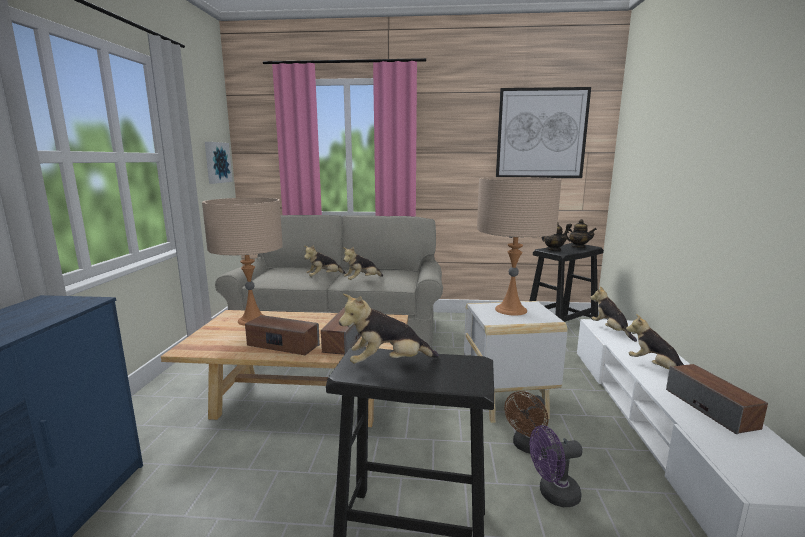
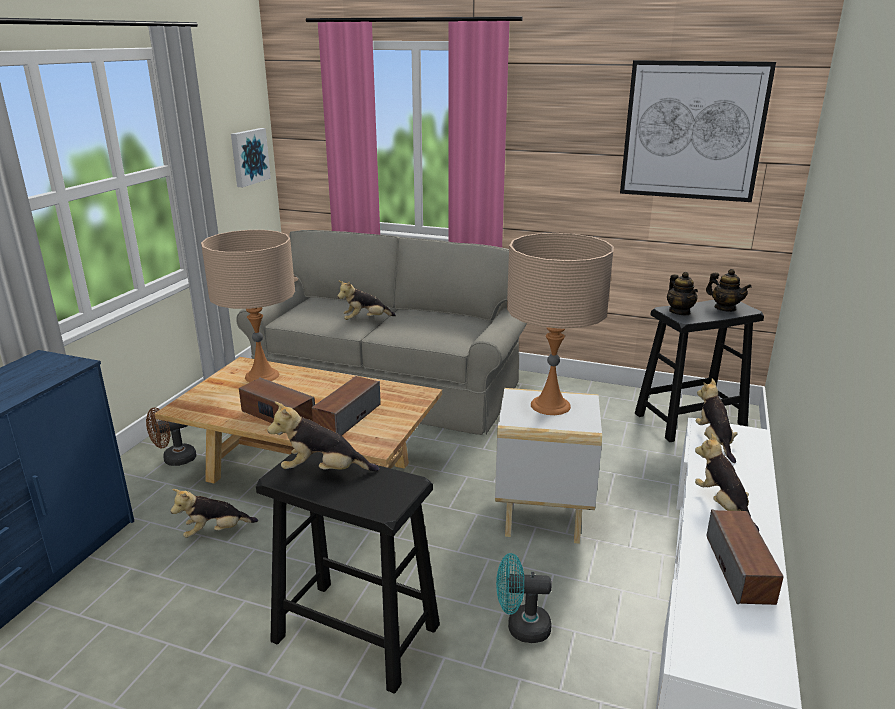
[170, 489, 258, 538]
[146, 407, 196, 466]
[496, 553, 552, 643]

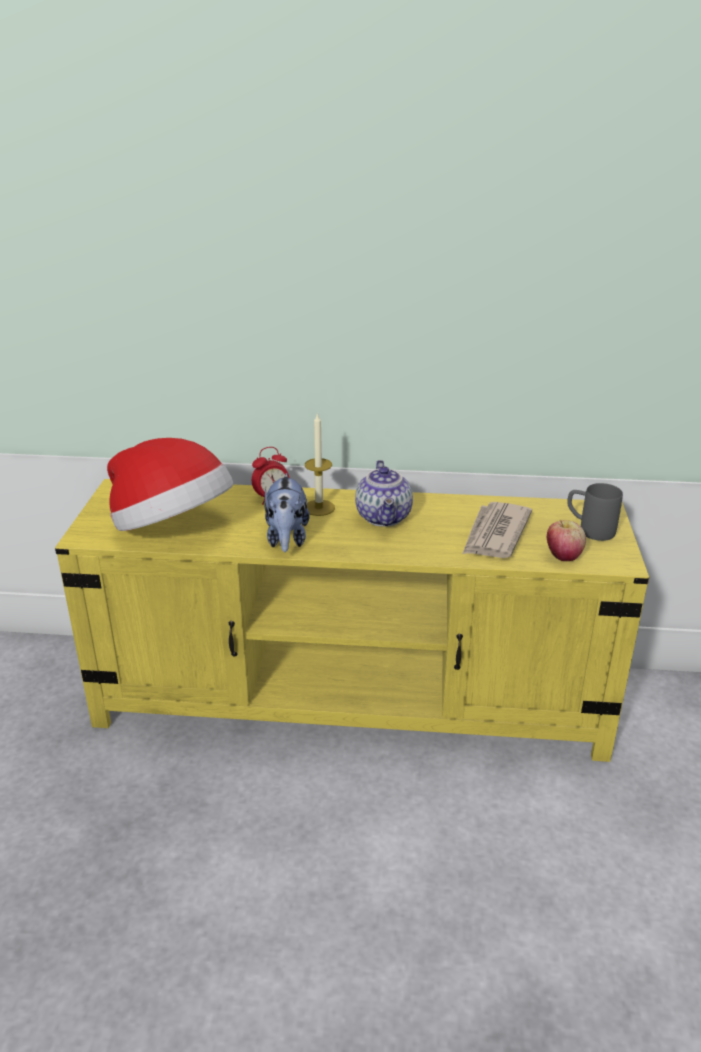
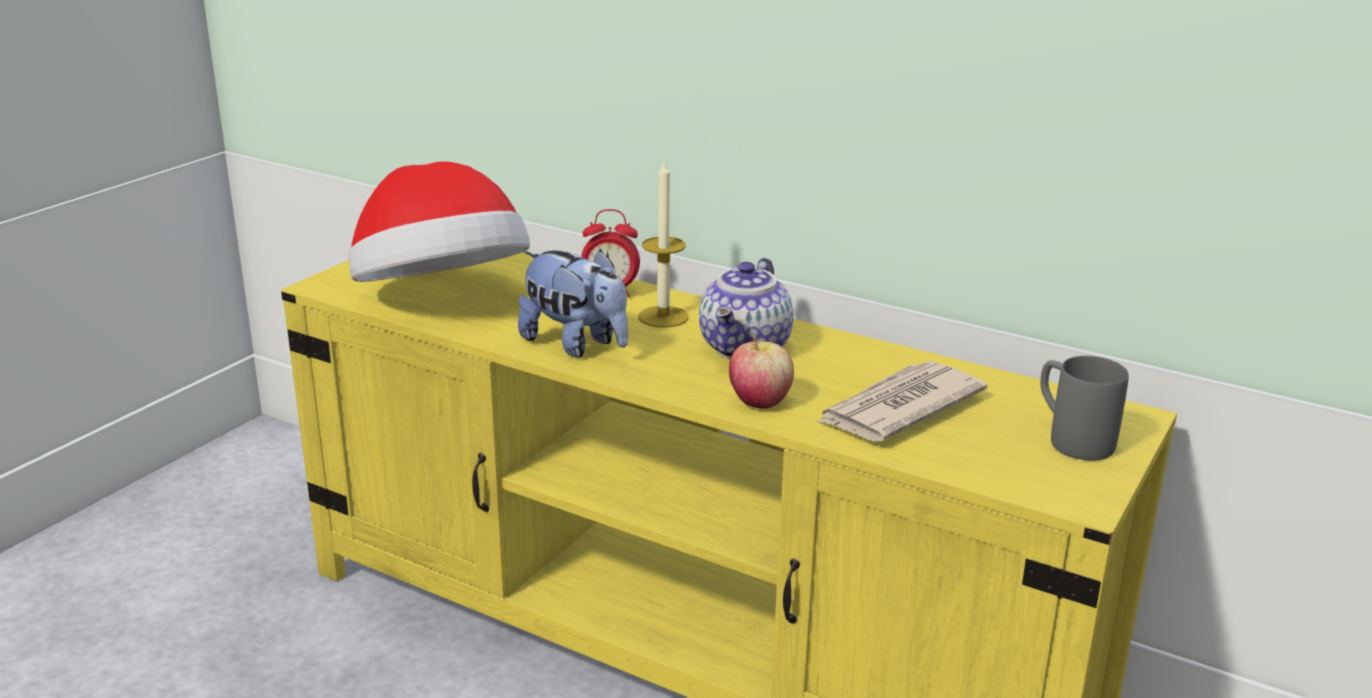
[518, 249, 628, 357]
[729, 337, 794, 409]

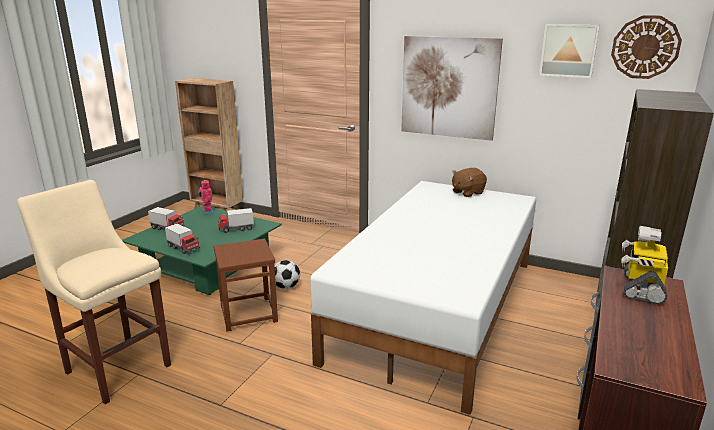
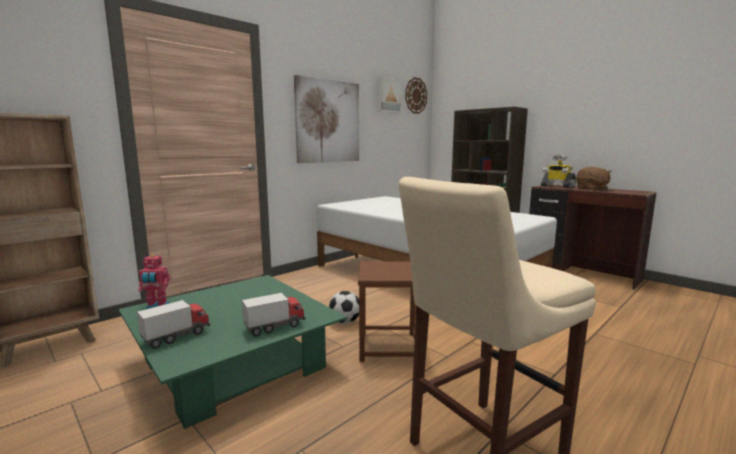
[218, 208, 254, 233] (first image)
[576, 167, 612, 190]

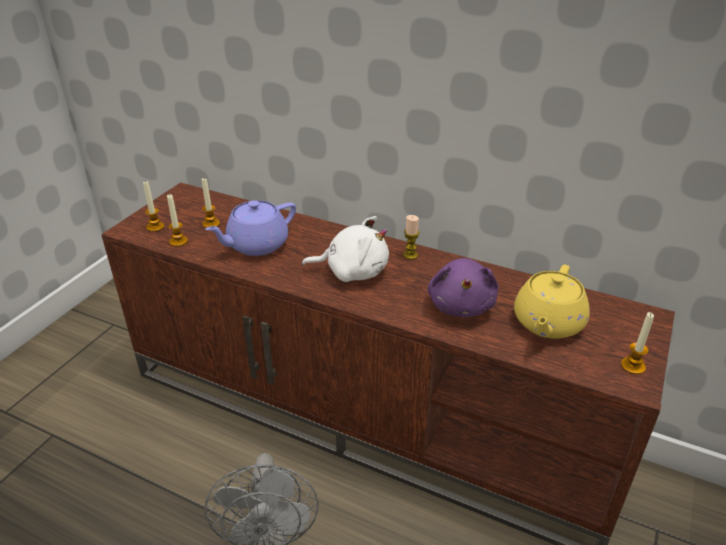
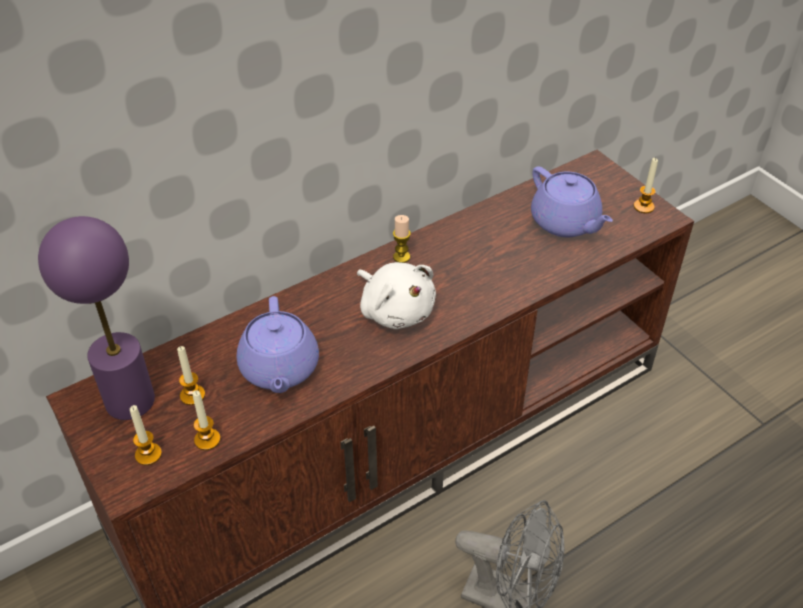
[357, 262, 436, 329]
[428, 258, 499, 317] (first image)
[531, 166, 613, 237]
[38, 216, 155, 420]

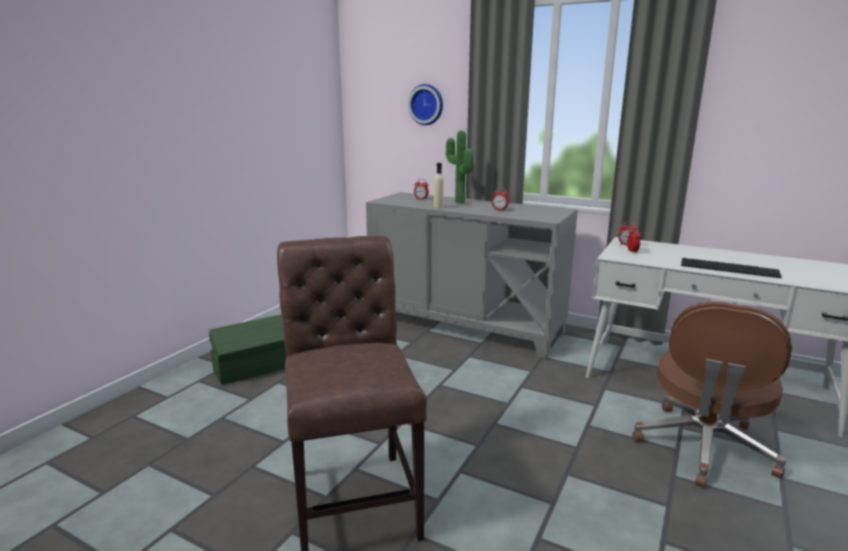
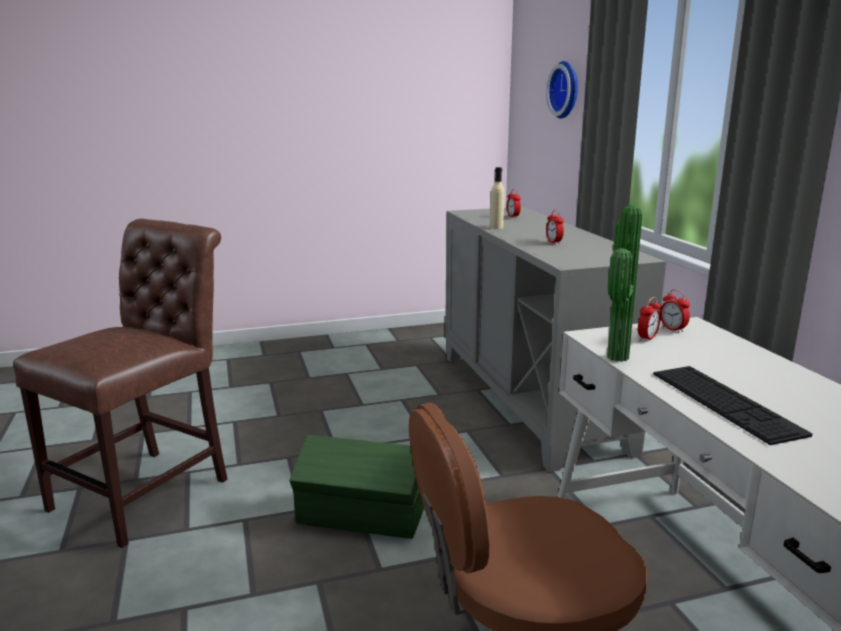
[289, 435, 424, 539]
[607, 205, 642, 362]

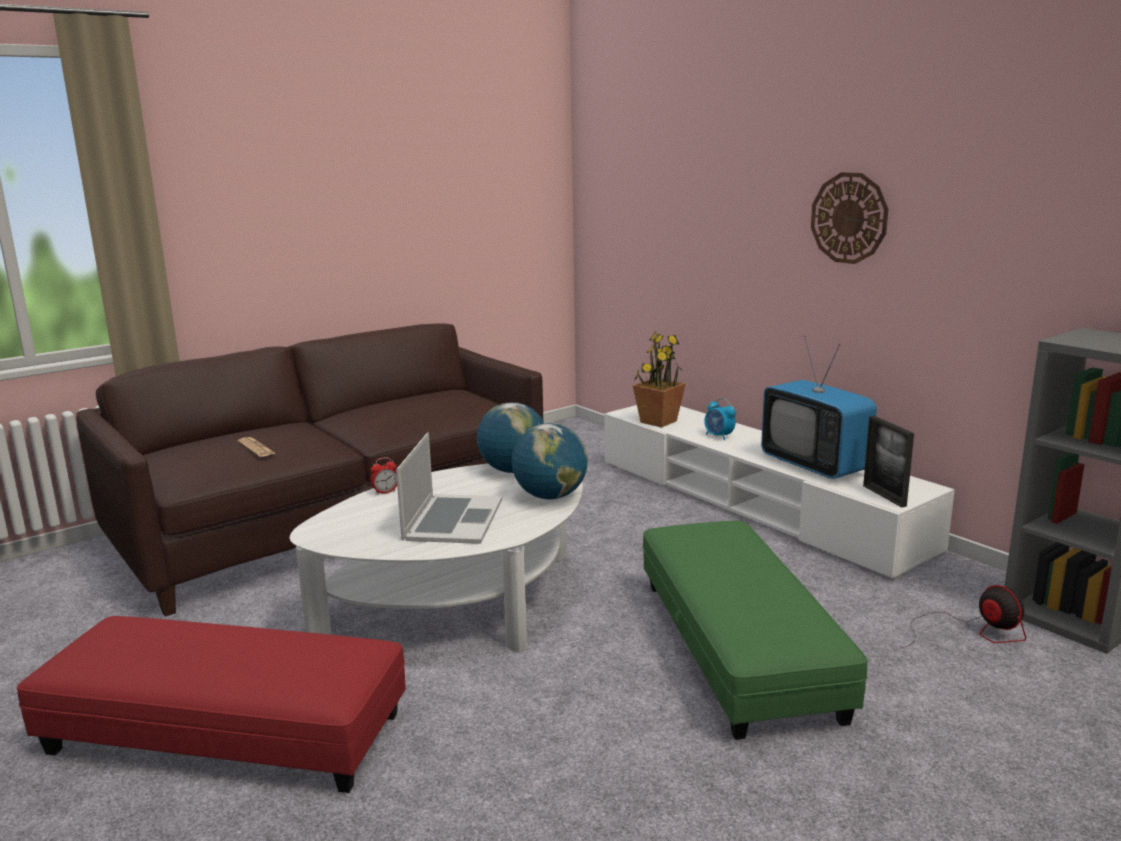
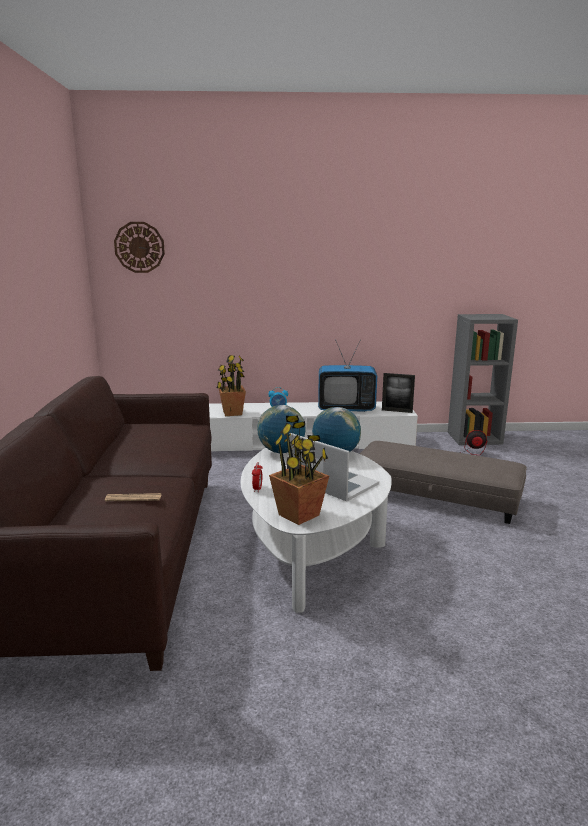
[17, 616, 406, 793] (first image)
[360, 441, 527, 524]
[114, 222, 165, 273]
[269, 416, 329, 525]

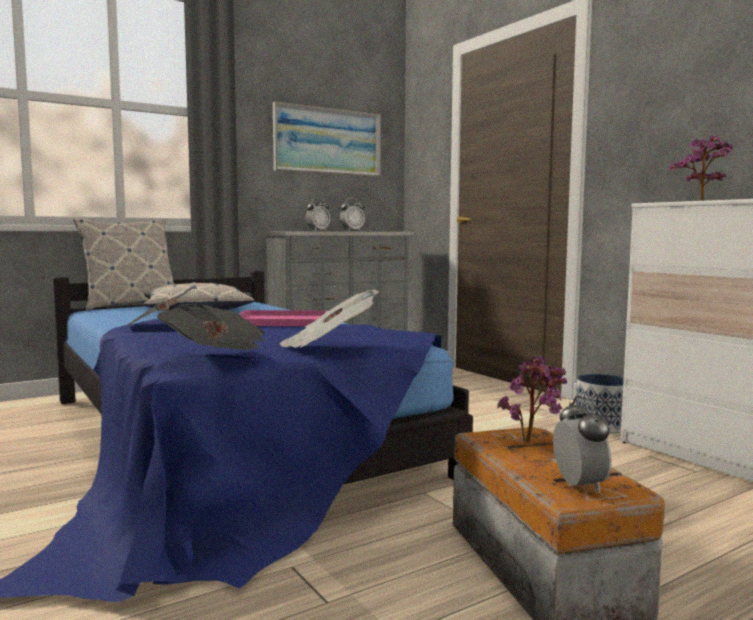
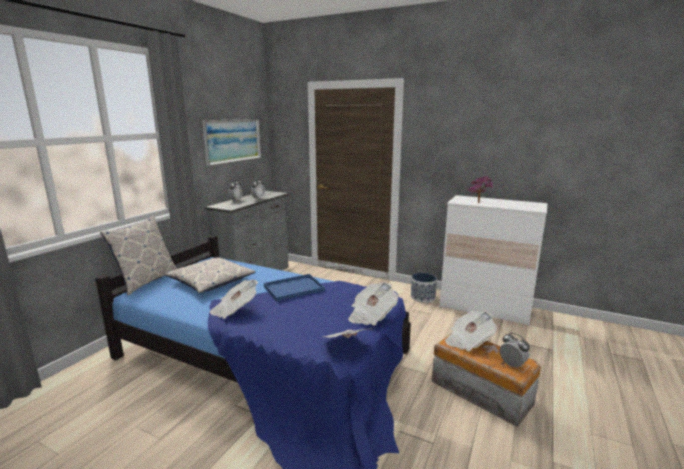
[264, 274, 325, 302]
[445, 311, 497, 352]

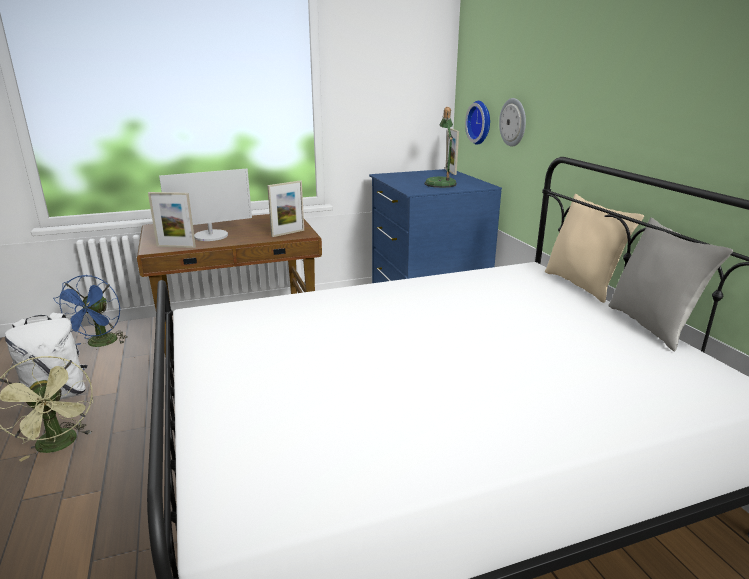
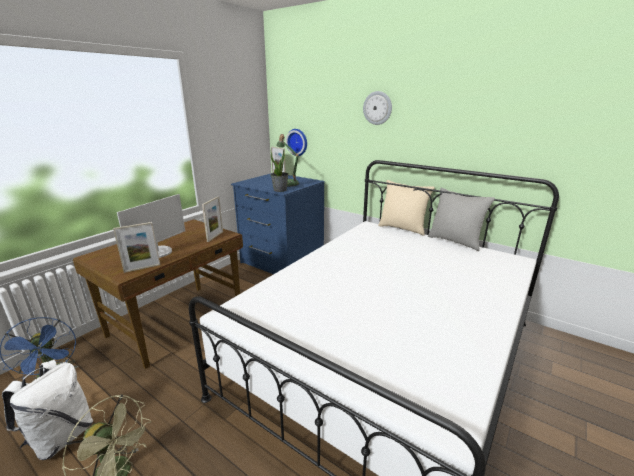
[363, 91, 392, 125]
[270, 149, 289, 192]

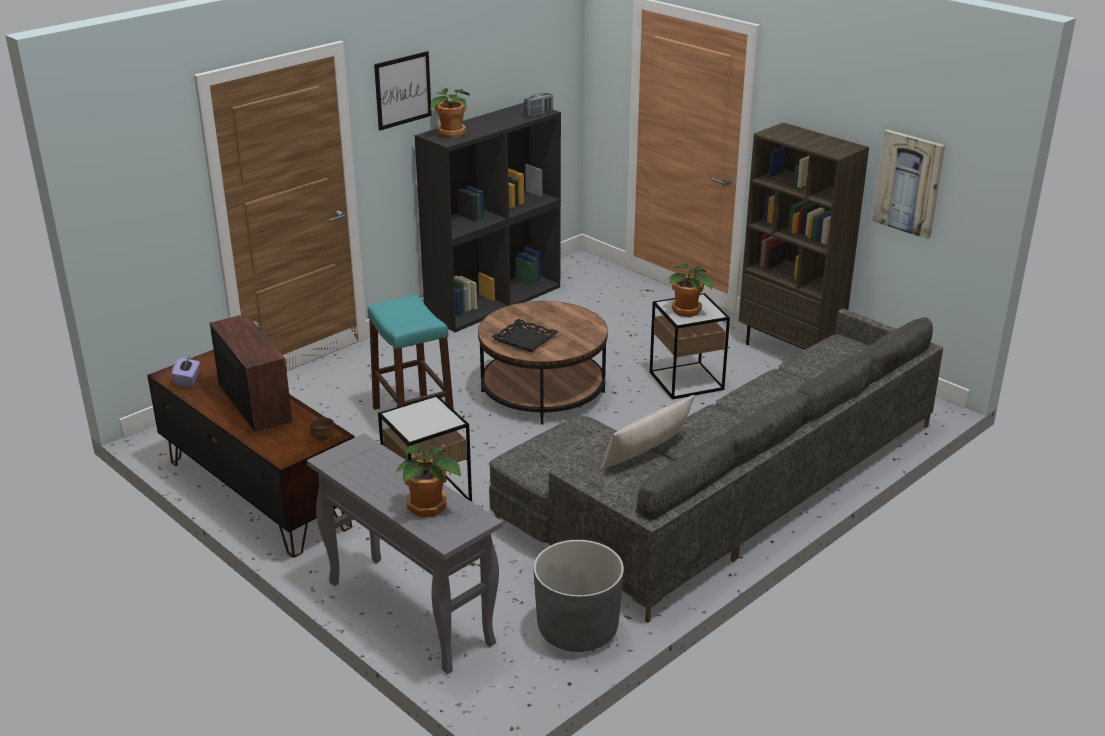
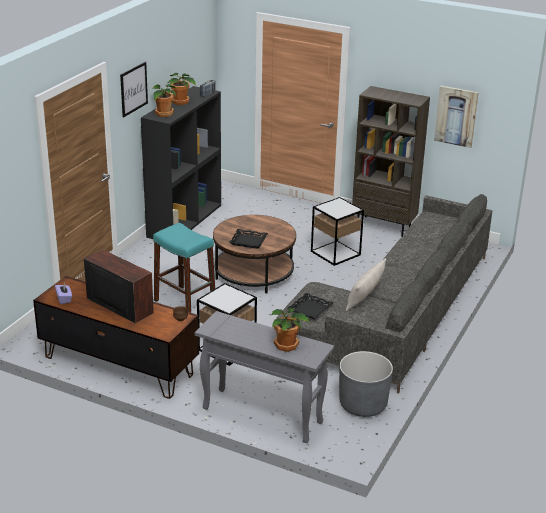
[168, 73, 196, 105]
[288, 293, 334, 319]

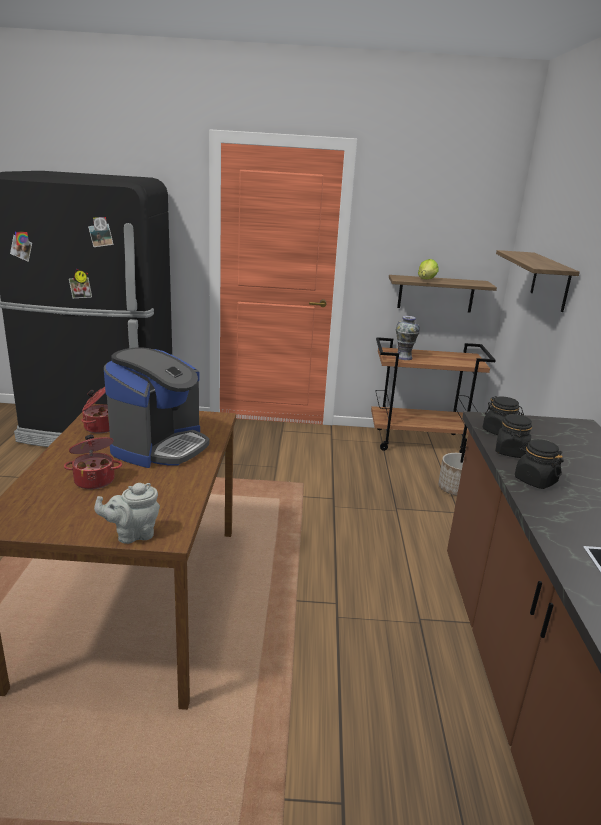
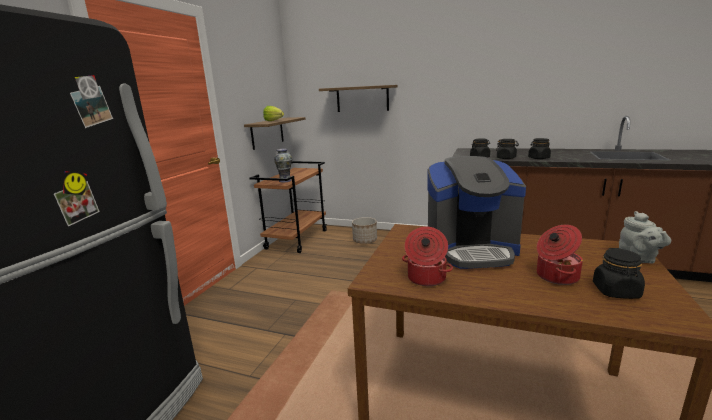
[428, 156, 526, 269]
[593, 248, 645, 299]

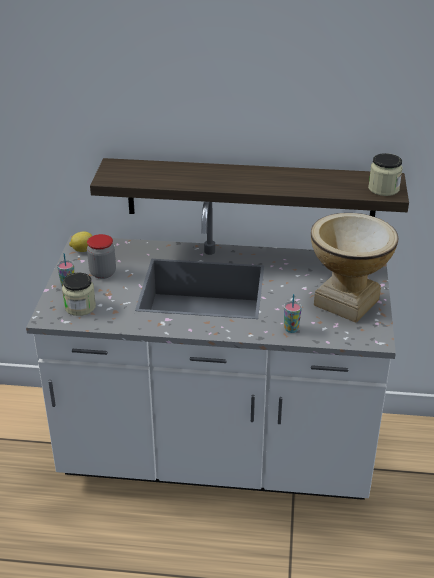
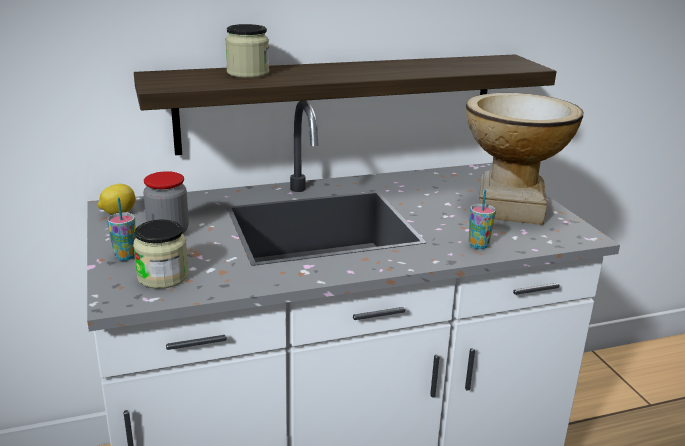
[225, 24, 269, 78]

